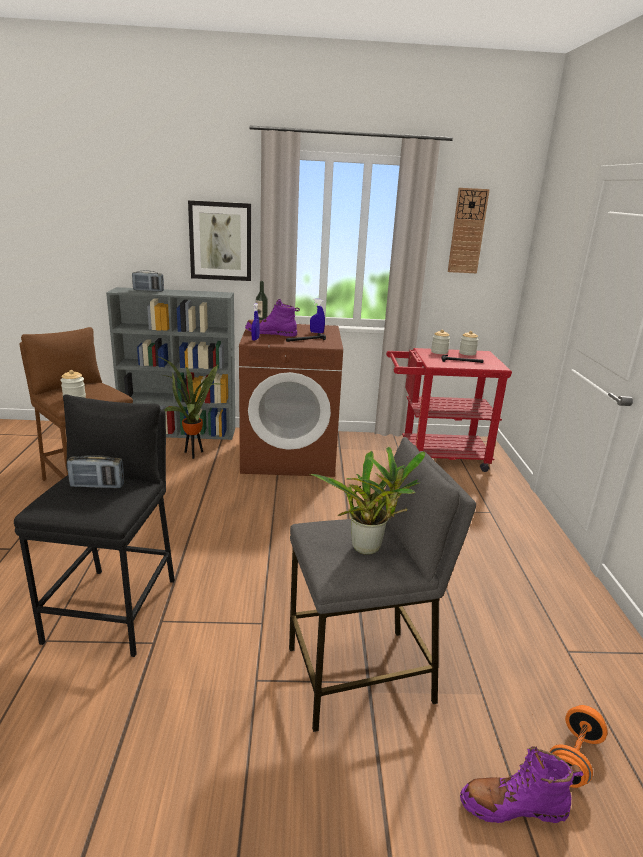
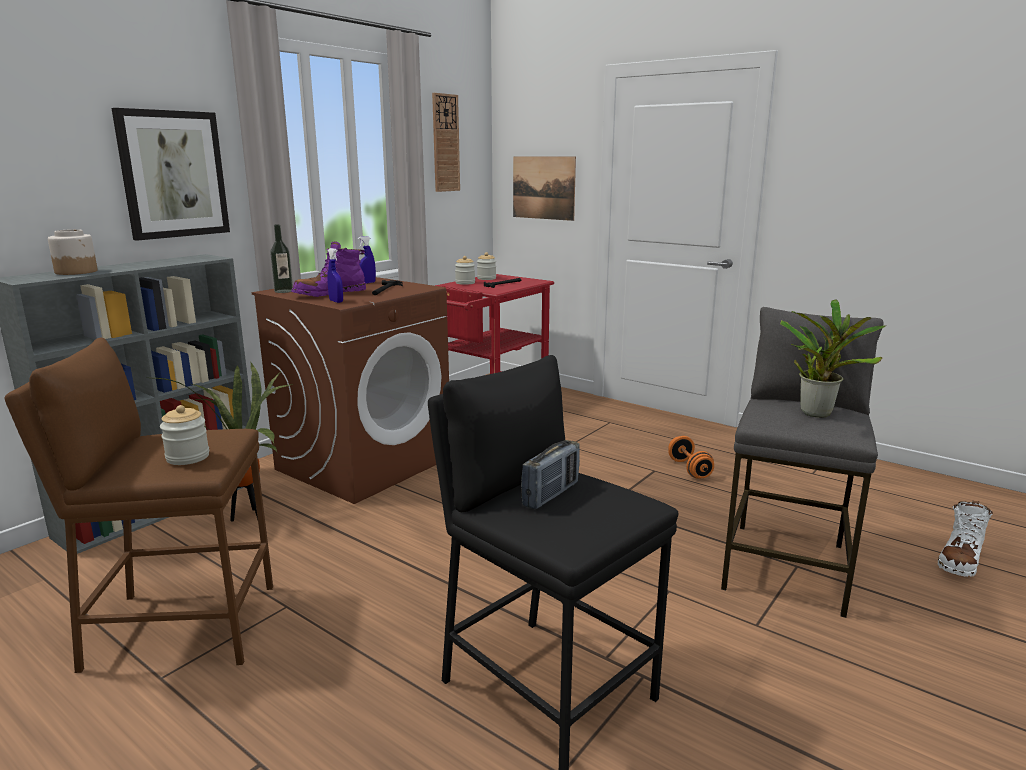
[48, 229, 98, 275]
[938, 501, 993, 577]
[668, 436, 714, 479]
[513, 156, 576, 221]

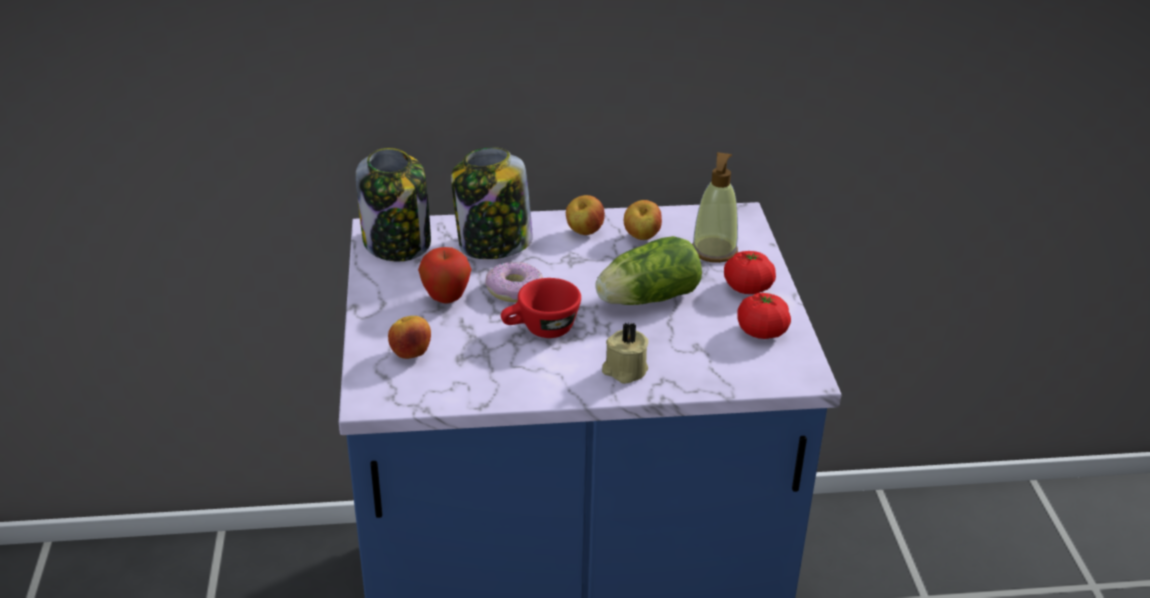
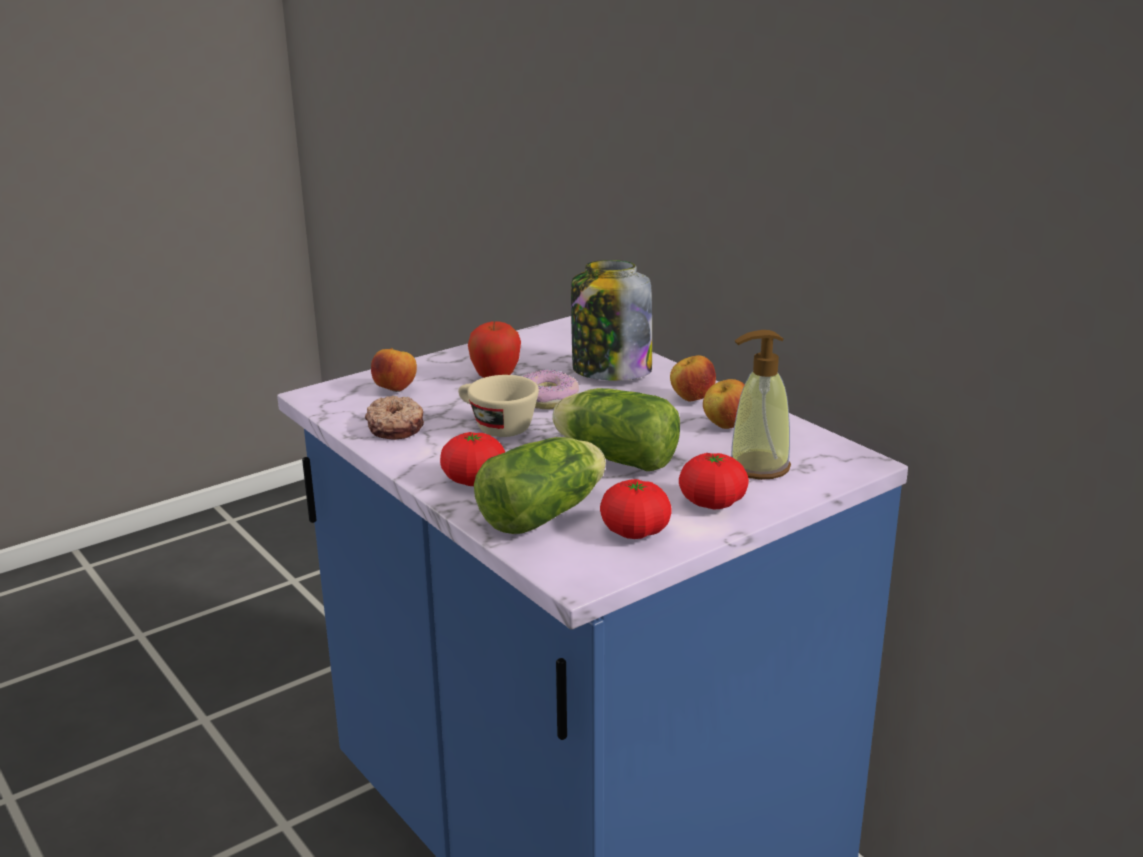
[356, 148, 431, 262] (first image)
[458, 375, 539, 437]
[440, 432, 505, 486]
[365, 396, 424, 440]
[474, 437, 606, 534]

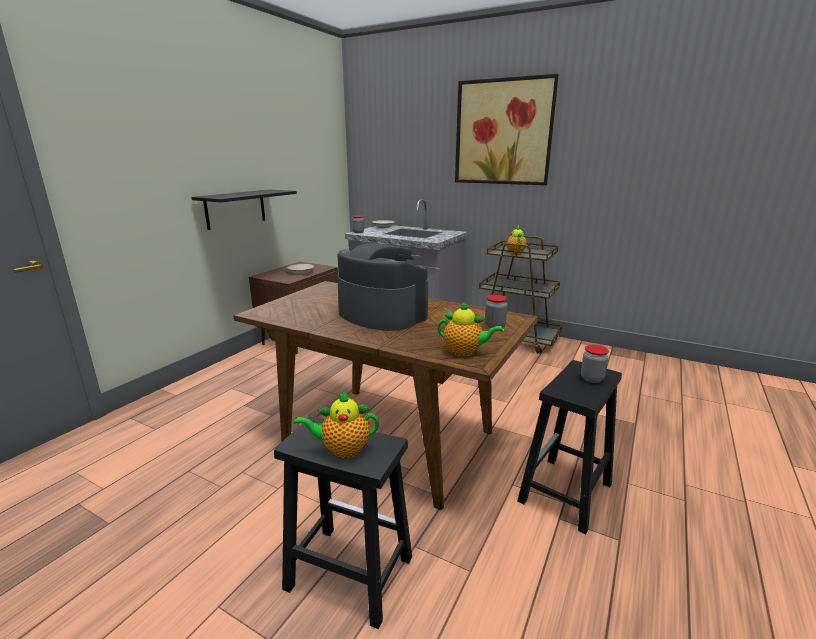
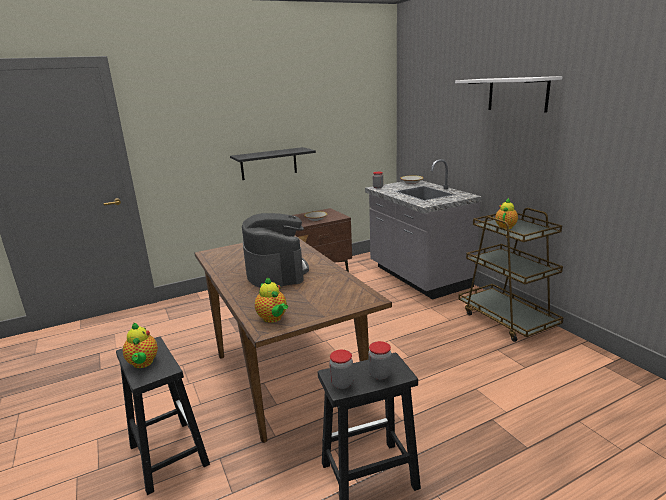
[123, 323, 158, 368]
[455, 76, 562, 113]
[329, 350, 354, 389]

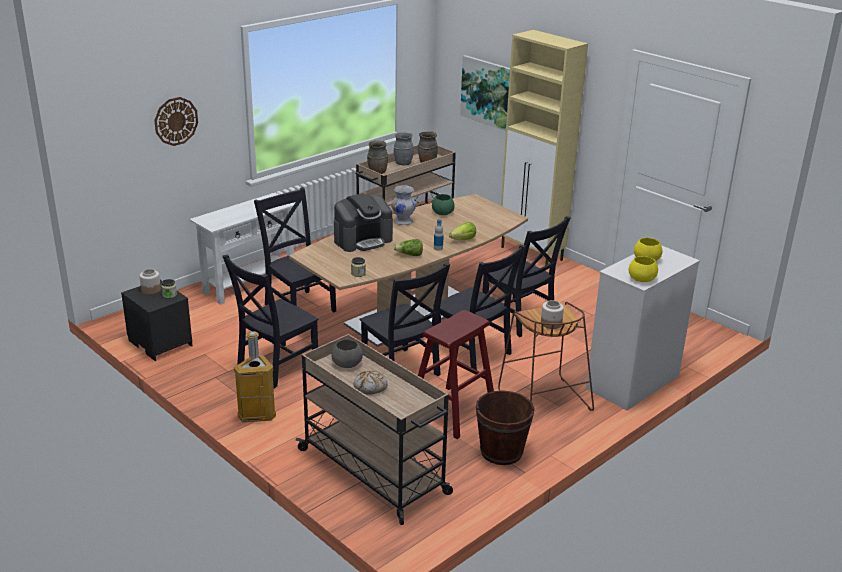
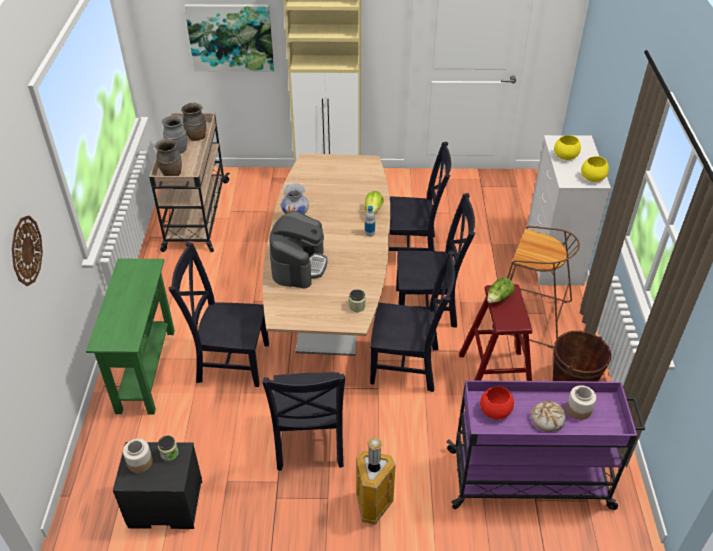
[86, 259, 175, 415]
[446, 380, 645, 510]
[480, 386, 514, 420]
[487, 278, 514, 303]
[432, 194, 455, 215] (first image)
[566, 385, 596, 420]

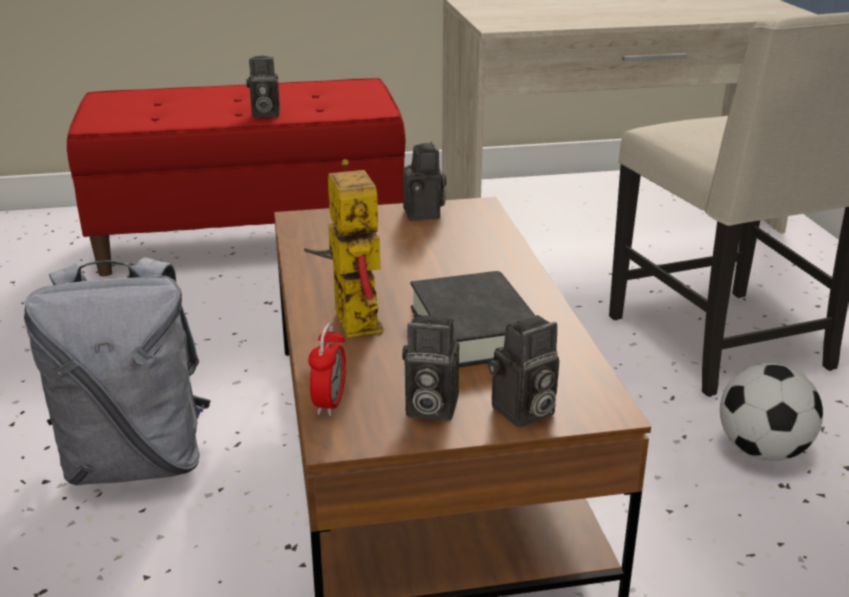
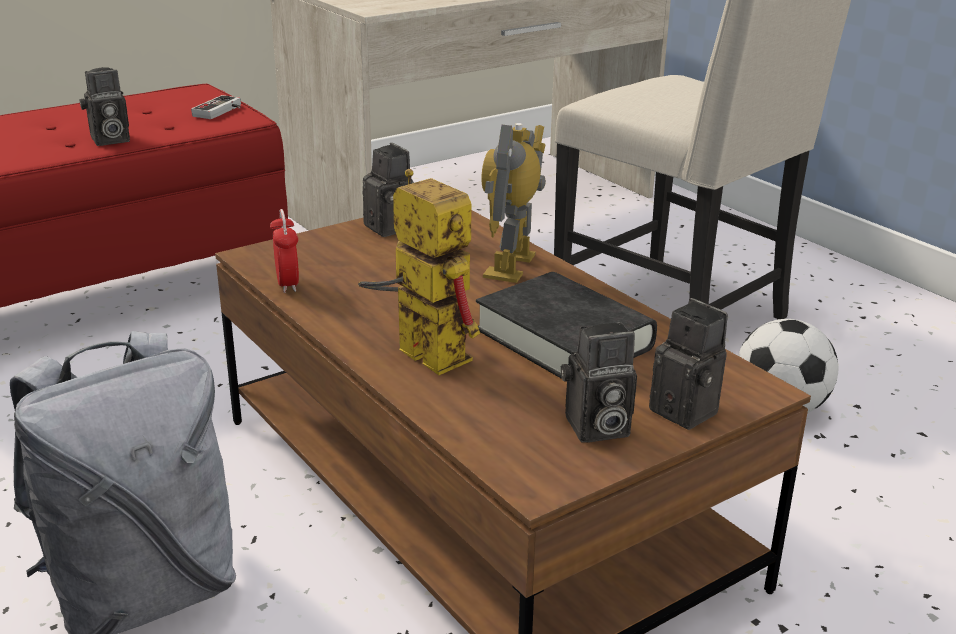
[270, 209, 299, 293]
[649, 298, 728, 430]
[191, 95, 241, 119]
[481, 123, 546, 283]

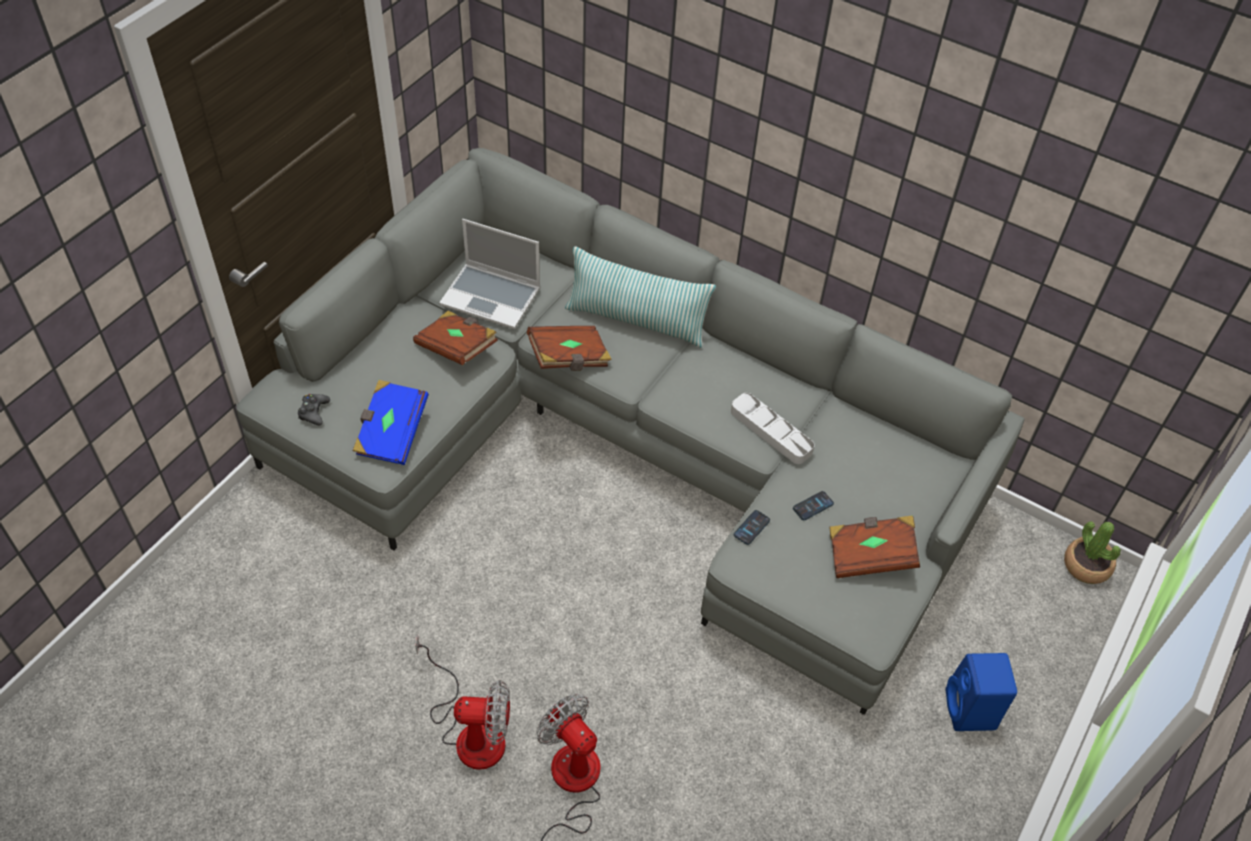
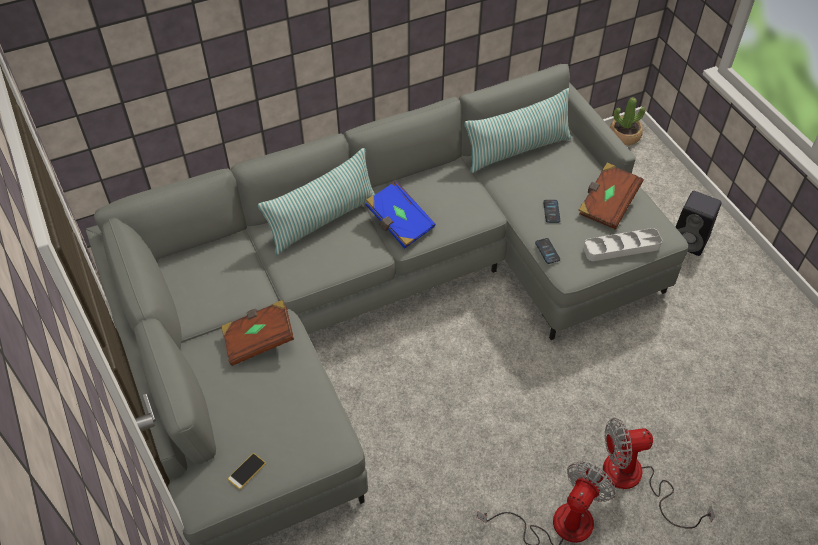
[228, 453, 266, 489]
[365, 181, 436, 249]
[439, 219, 541, 329] (first image)
[527, 326, 612, 371] (first image)
[584, 228, 662, 261]
[676, 191, 722, 256]
[464, 88, 571, 173]

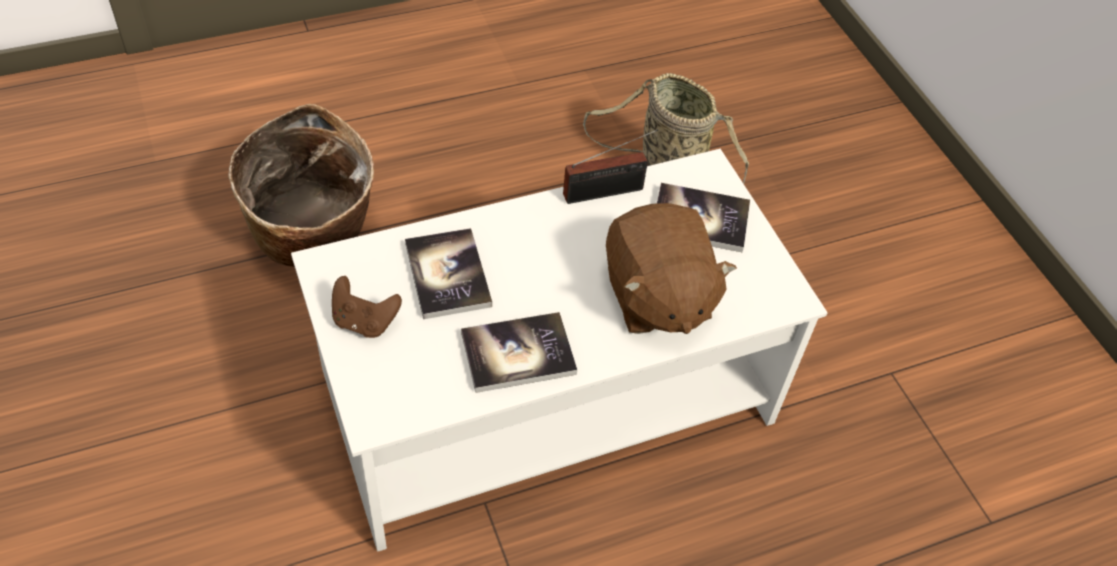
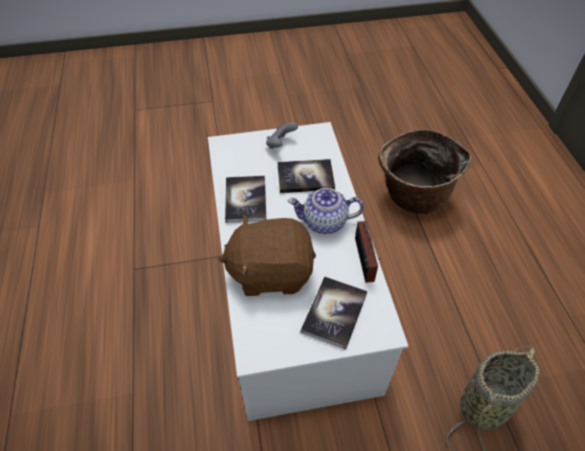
[266, 122, 298, 149]
[288, 188, 364, 234]

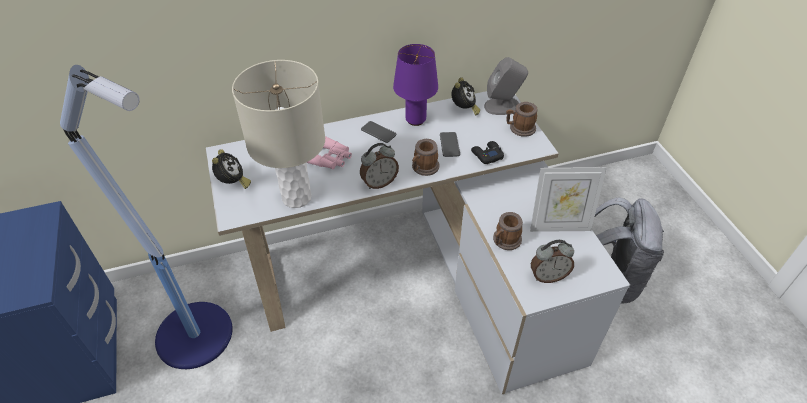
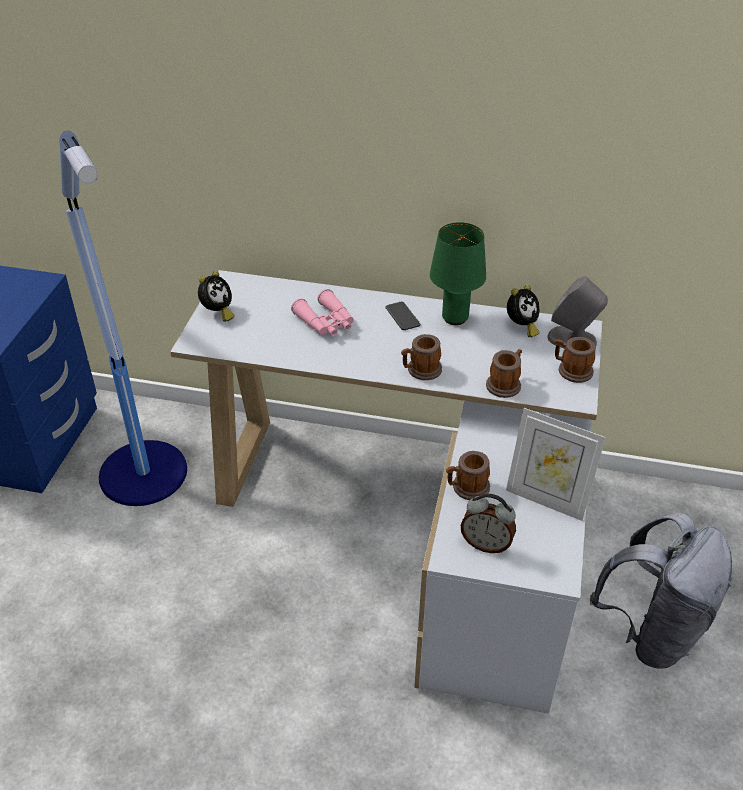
[232, 60, 325, 208] (first image)
[360, 143, 399, 189] (first image)
[430, 222, 486, 325]
[440, 132, 460, 157] (first image)
[486, 349, 522, 398]

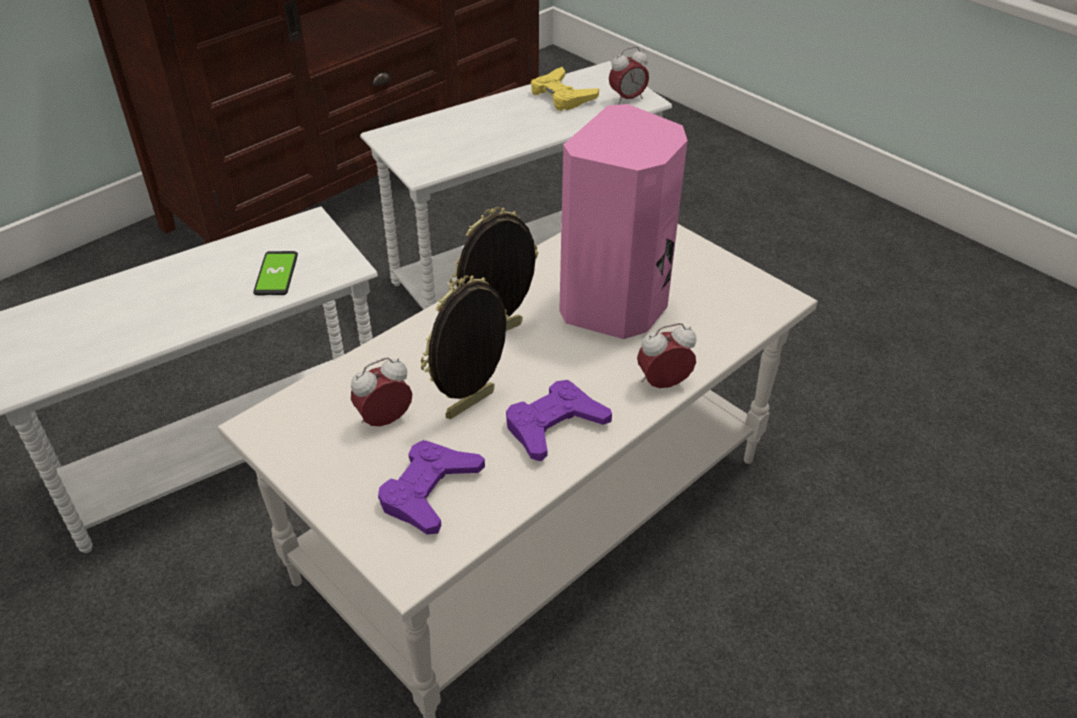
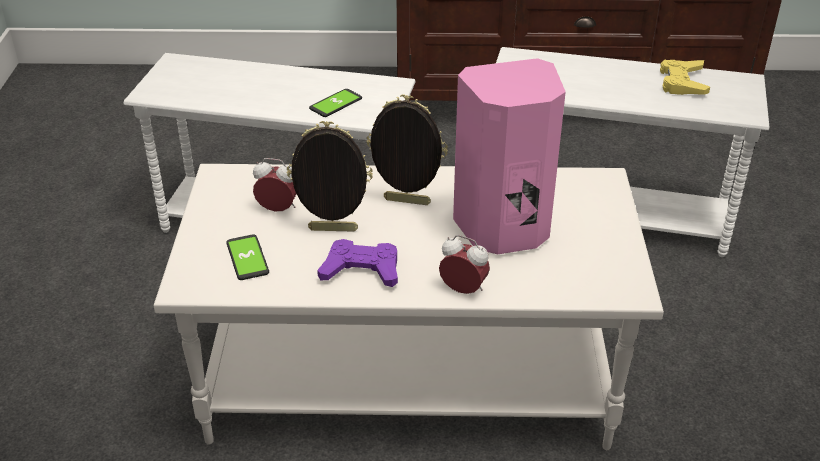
[226, 234, 269, 280]
[609, 46, 649, 105] (first image)

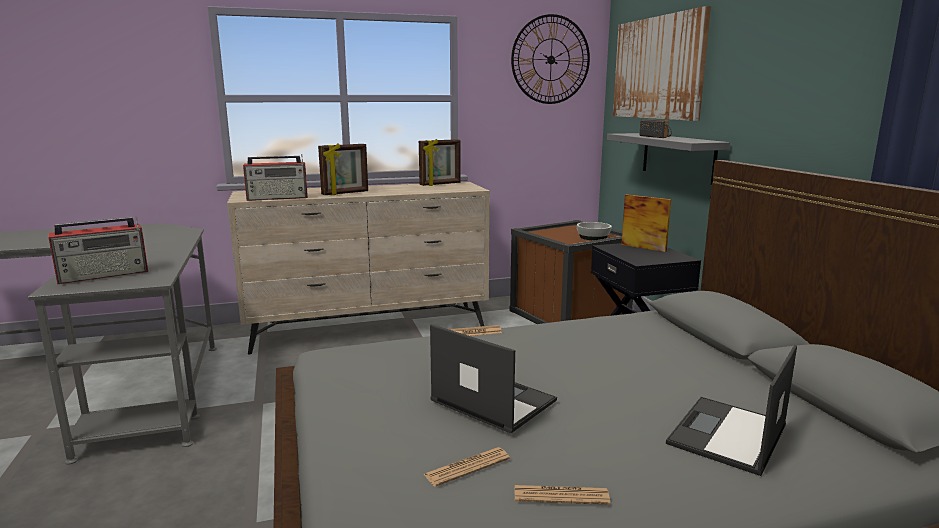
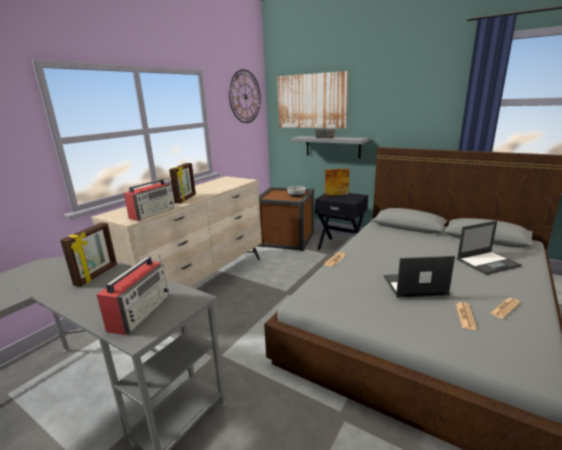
[60, 222, 117, 287]
[457, 221, 522, 275]

